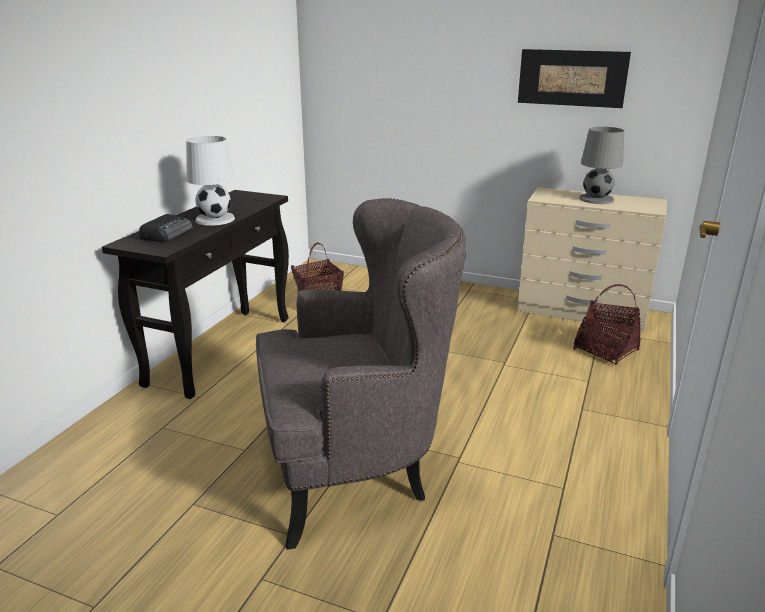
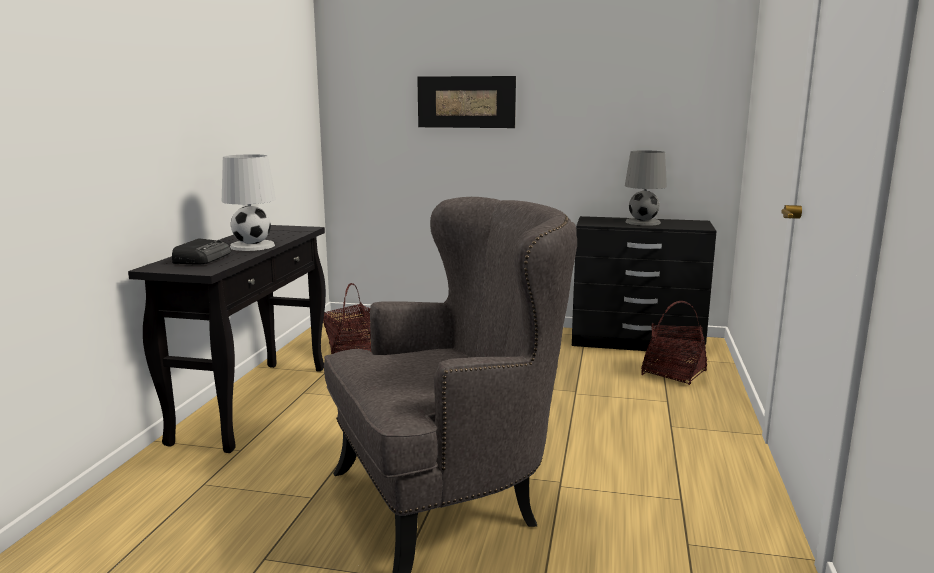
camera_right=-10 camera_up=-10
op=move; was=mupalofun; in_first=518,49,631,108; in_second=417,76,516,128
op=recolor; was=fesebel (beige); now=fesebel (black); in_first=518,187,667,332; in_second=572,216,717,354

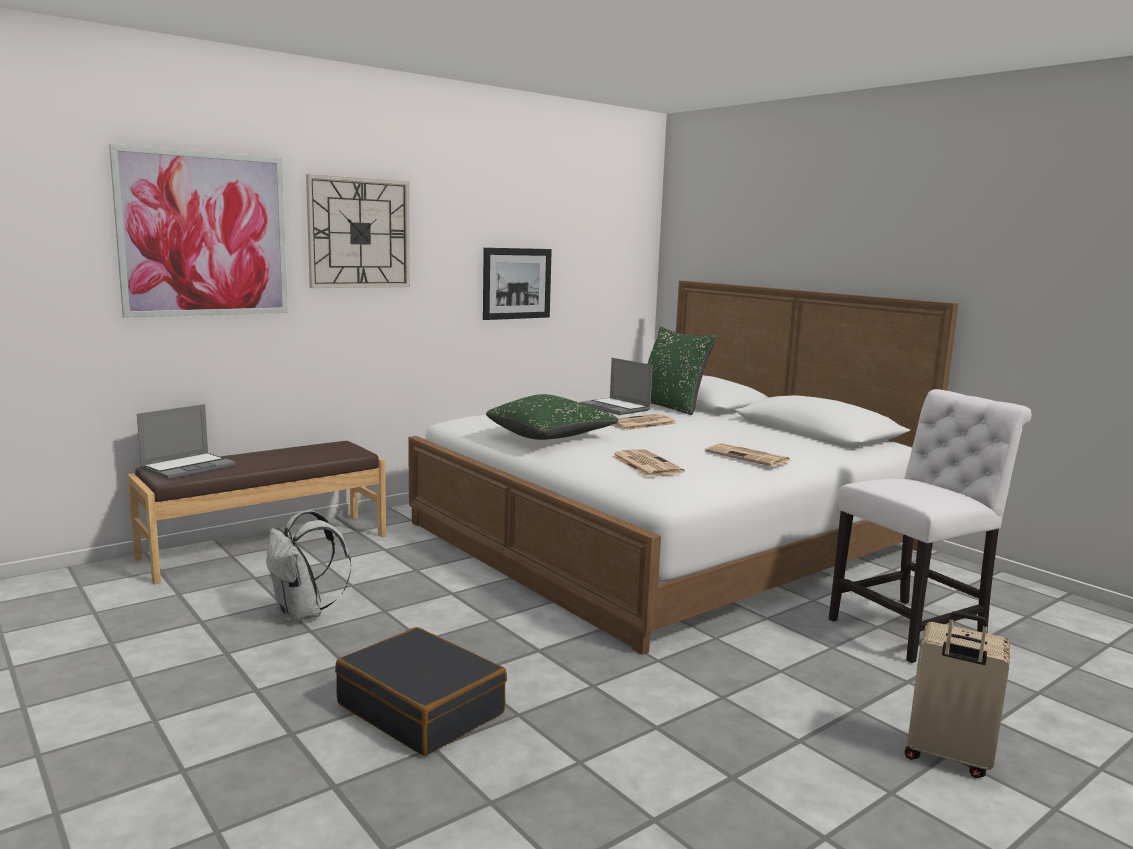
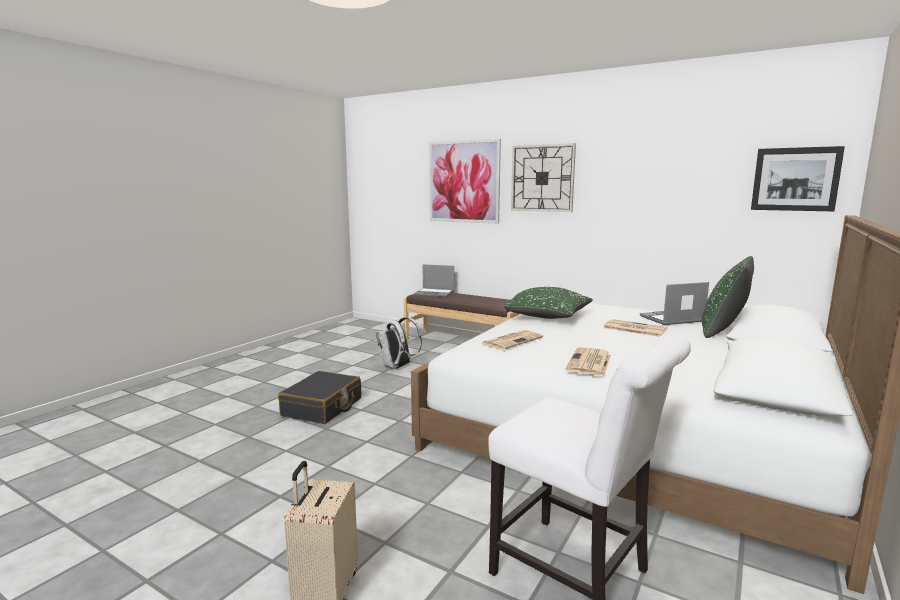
camera_right=70 camera_up=0
op=move; was=mupalofun; in_first=483,248,552,320; in_second=751,146,845,211
op=rotate; was=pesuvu; in_first=580,358,653,415; in_second=640,282,709,325; clockwise=45

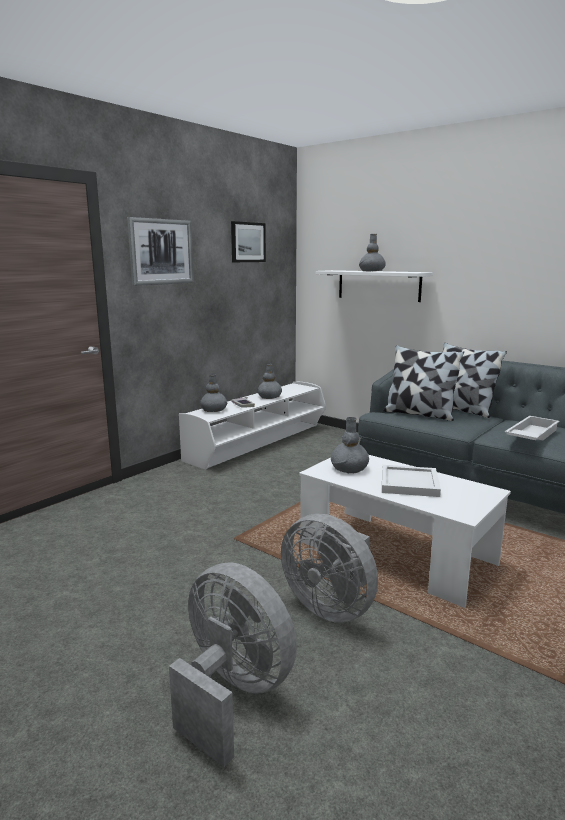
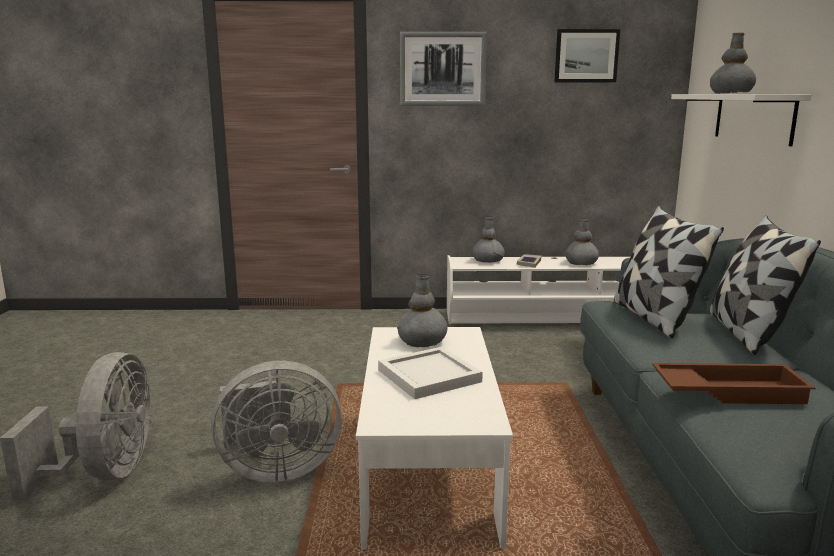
camera_right=50 camera_up=0
op=rotate; was=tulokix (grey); in_first=281,514,378,623; in_second=211,361,342,483; clockwise=-105
op=recolor; was=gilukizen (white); now=gilukizen (brown); in_first=505,416,560,440; in_second=652,363,816,404

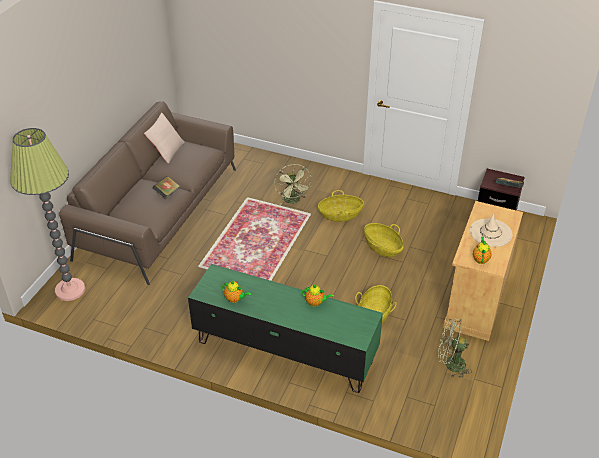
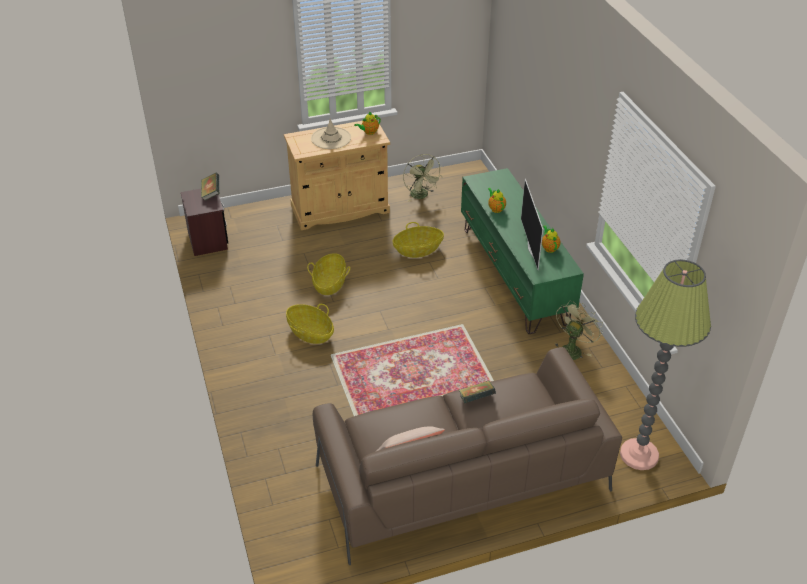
camera_right=-130 camera_up=0
op=move; was=tulokix (green); in_first=274,164,312,205; in_second=555,300,603,360
op=insert; now=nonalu; in_second=521,179,543,270

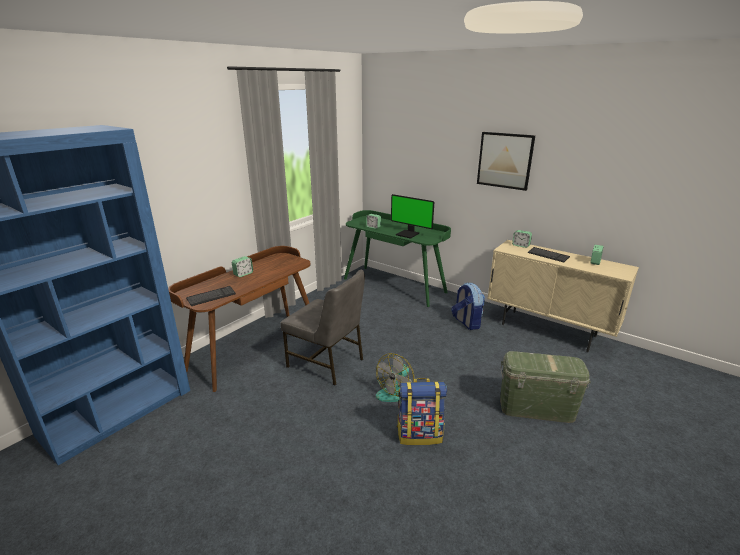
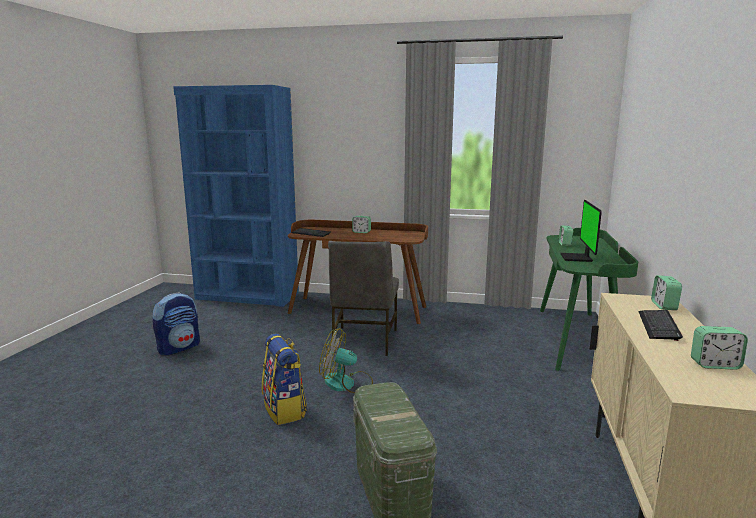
camera_right=65 camera_up=-10
op=move; was=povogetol; in_first=451,282,485,330; in_second=152,292,200,355
op=delete; was=mupalofun; in_first=477,132,535,191

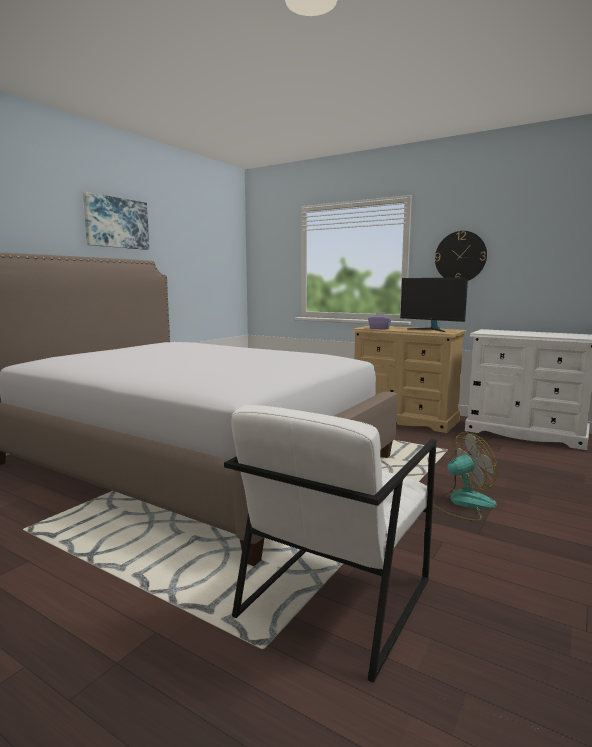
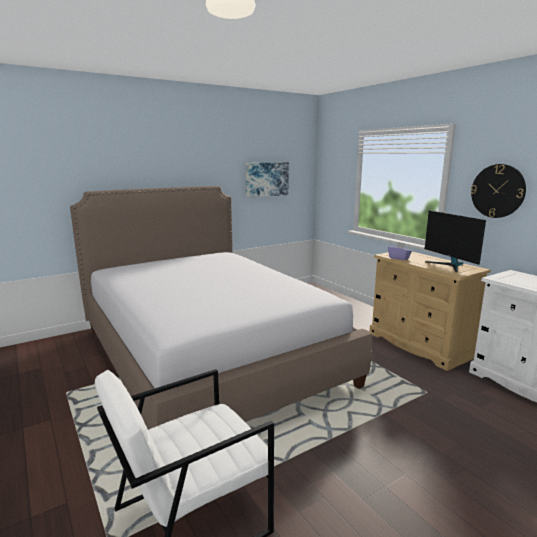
camera_right=25 camera_up=5
op=move; was=mupalofun; in_first=83,192,149,250; in_second=245,163,289,197
op=delete; was=tulokix; in_first=433,432,498,521

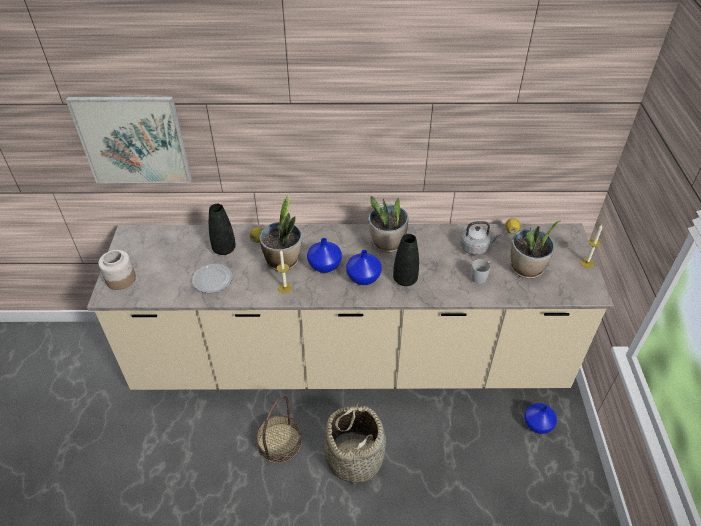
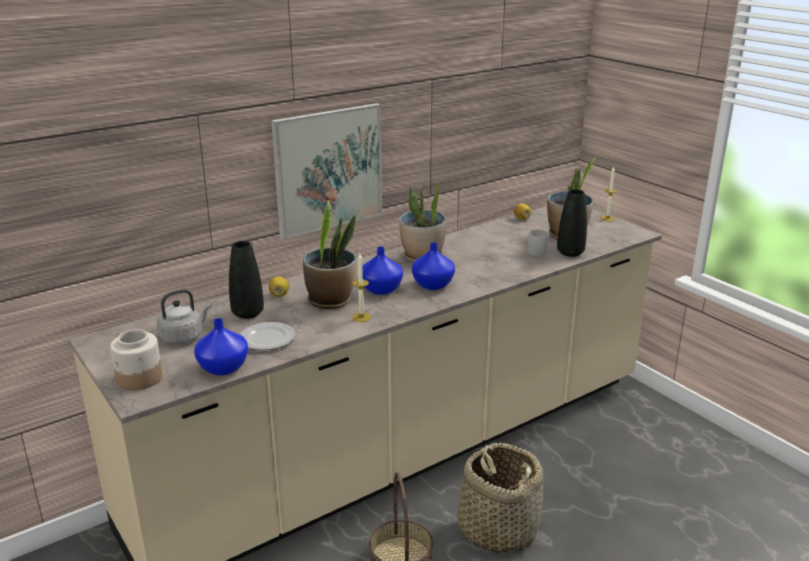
camera_right=-35 camera_up=-20
op=move; was=mupalofun; in_first=66,96,192,183; in_second=271,103,382,239
op=move; was=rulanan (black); in_first=393,234,419,286; in_second=557,189,587,257
op=move; was=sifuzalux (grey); in_first=460,221,501,255; in_second=156,289,211,344
op=move; was=rulanan (blue); in_first=524,403,557,434; in_second=194,318,248,376

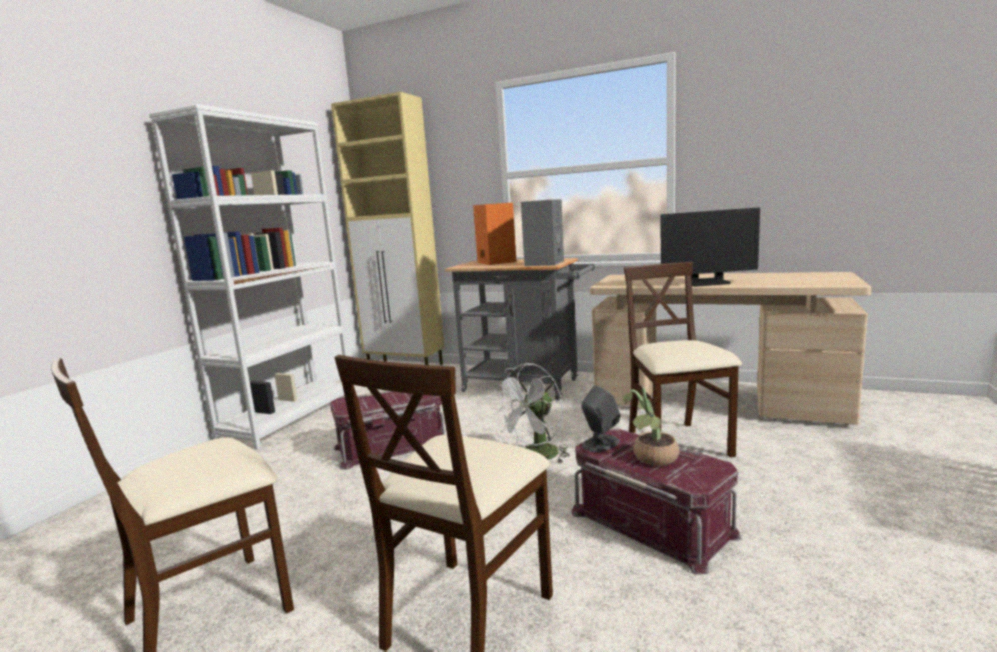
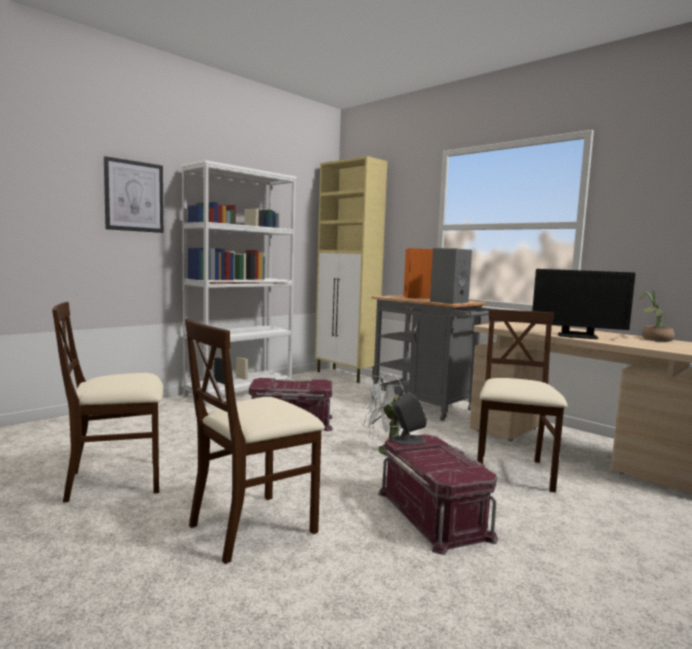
camera_right=20 camera_up=-5
op=move; was=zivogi; in_first=623,388,679,466; in_second=639,290,675,342
op=insert; now=mupalofun; in_second=104,156,164,233

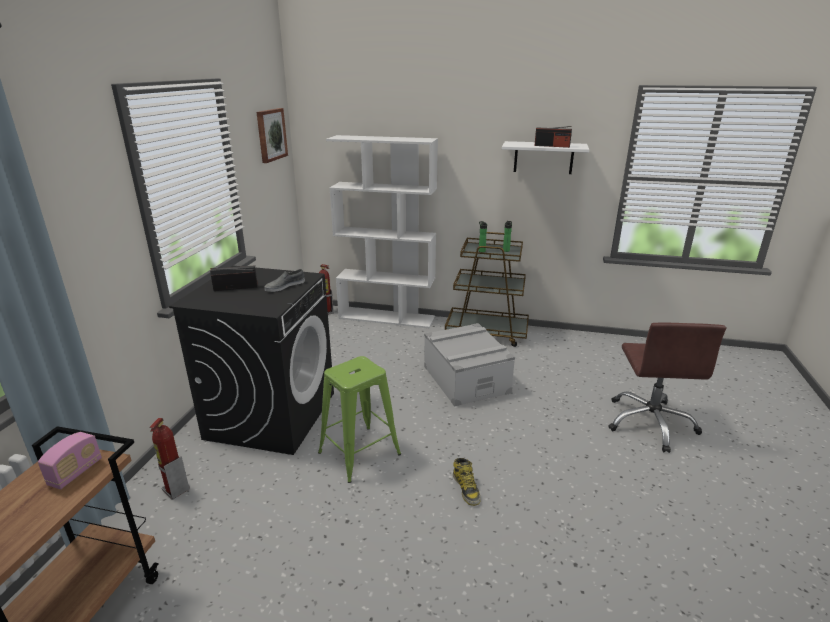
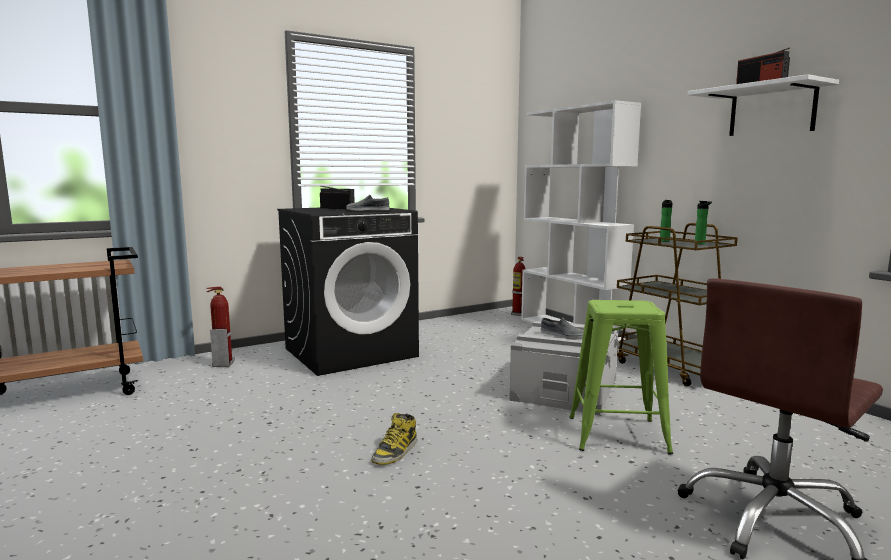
camera_right=45 camera_up=-15
op=delete; was=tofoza; in_first=38,432,102,489
op=delete; was=mupalofun; in_first=257,108,288,163
op=move; was=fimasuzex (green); in_first=318,356,401,483; in_second=569,300,673,454
op=insert; now=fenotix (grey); in_second=541,318,584,340

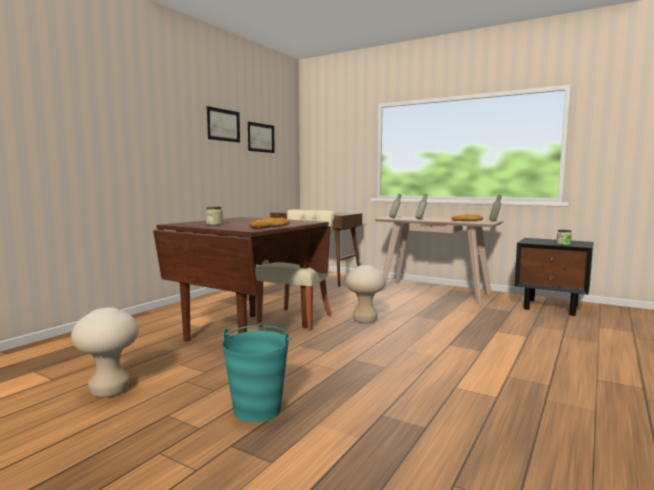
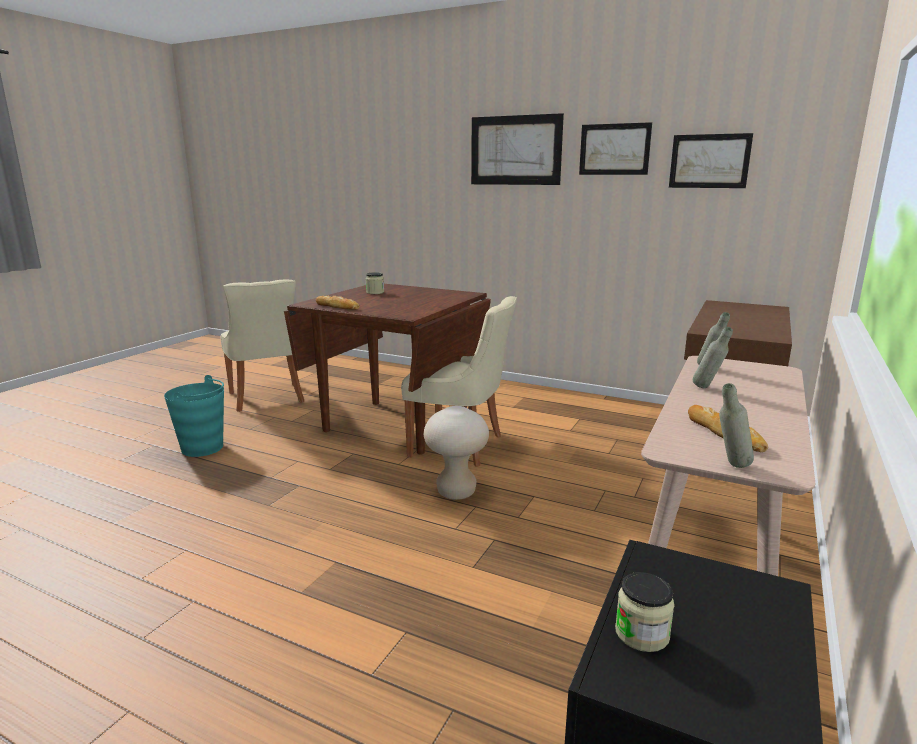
camera_right=85 camera_up=10
op=replace; was=fimasuzex (beige); now=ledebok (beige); in_first=71,307,139,398; in_second=220,279,304,412
op=insert; now=mupalofun; in_second=471,113,564,185

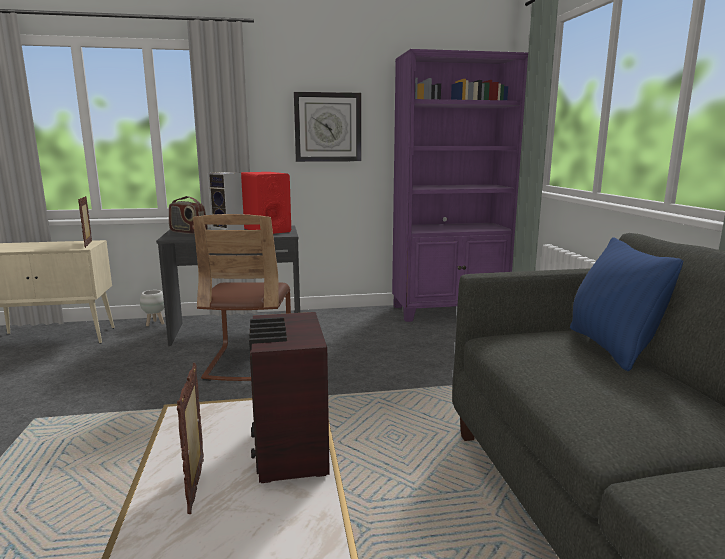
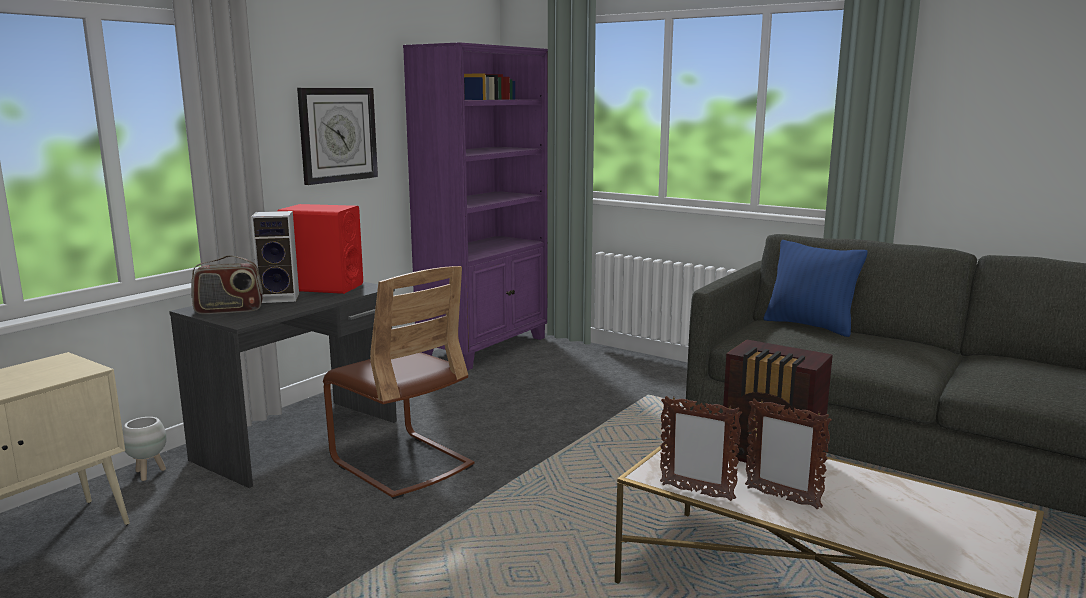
camera_right=-45 camera_up=0
op=move; was=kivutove; in_first=78,196,92,248; in_second=660,396,742,501

